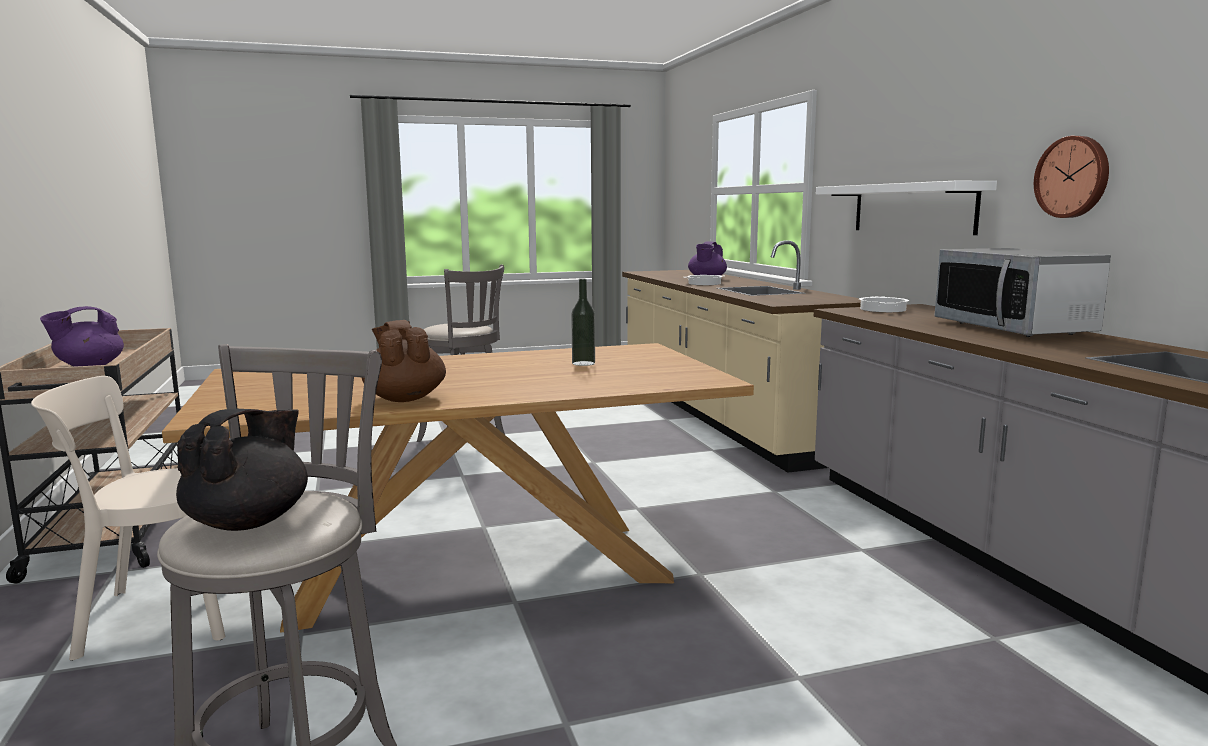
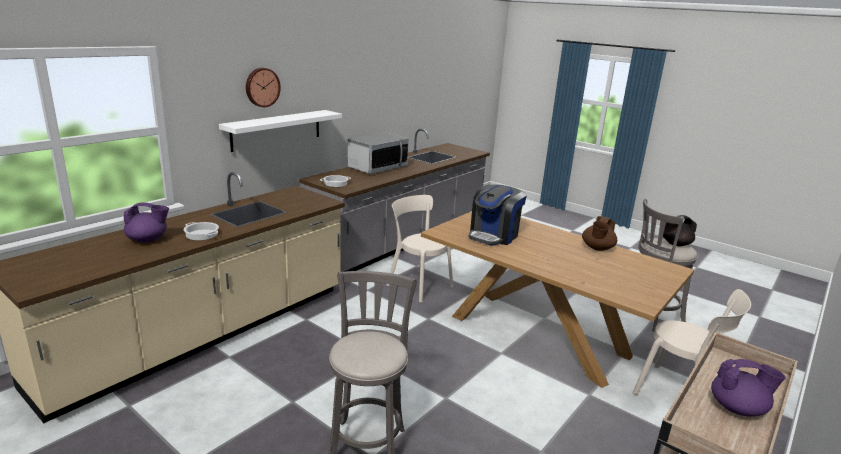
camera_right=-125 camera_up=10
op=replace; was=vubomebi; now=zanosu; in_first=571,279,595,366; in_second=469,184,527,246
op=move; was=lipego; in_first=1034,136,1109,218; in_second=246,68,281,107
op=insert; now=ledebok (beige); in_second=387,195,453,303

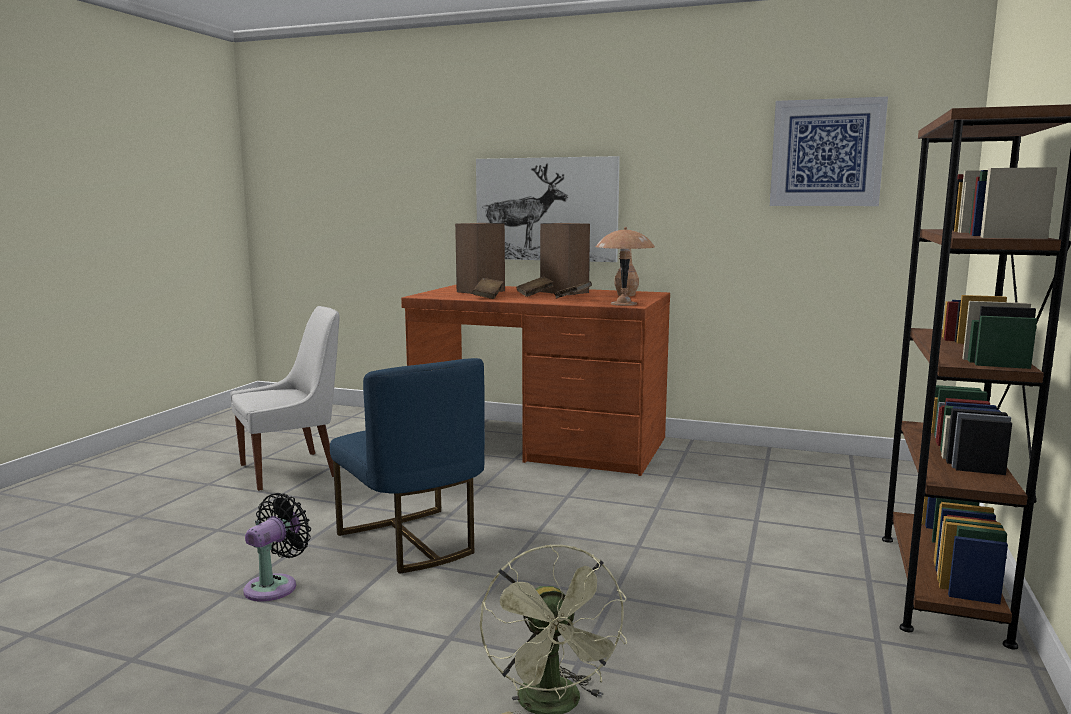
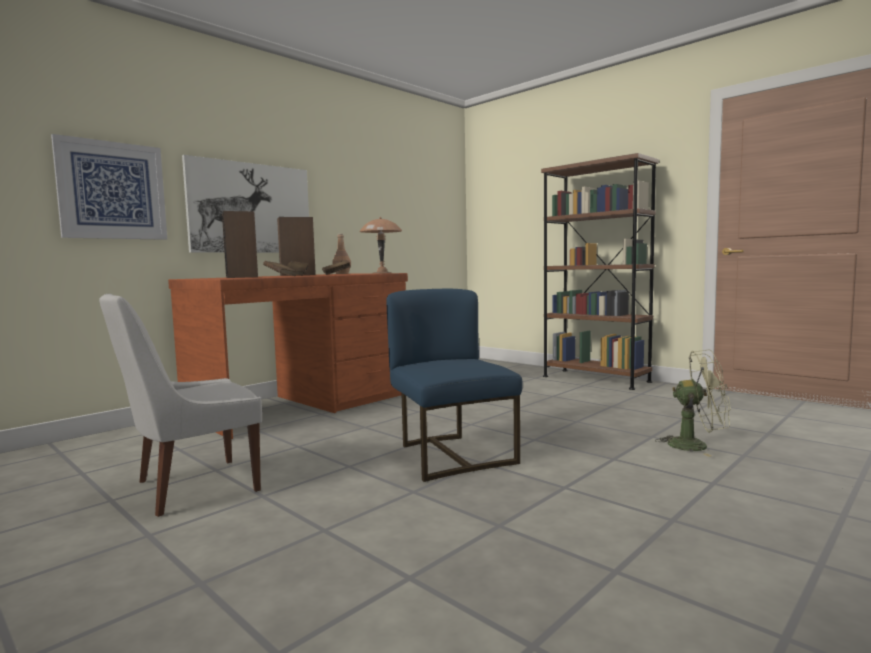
camera_right=-65 camera_up=-5
op=rotate; was=ledebok (white); in_first=230,306,340,491; in_second=99,294,262,517; clockwise=-120
op=delete; was=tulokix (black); in_first=244,493,311,601
op=rotate; was=ledebok (blue); in_first=330,358,485,574; in_second=386,289,523,482; clockwise=-105
op=move; was=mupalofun; in_first=770,96,888,206; in_second=51,134,167,240

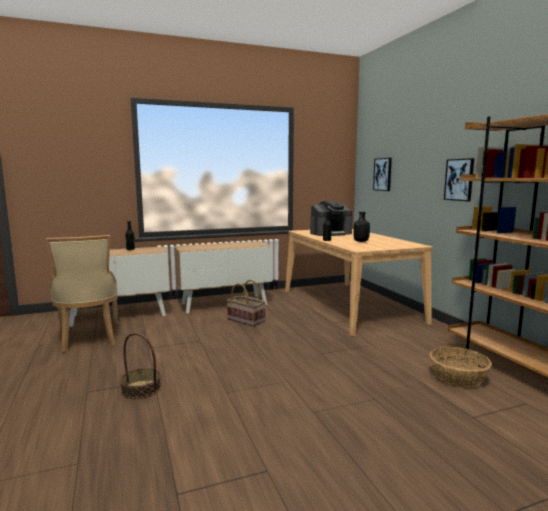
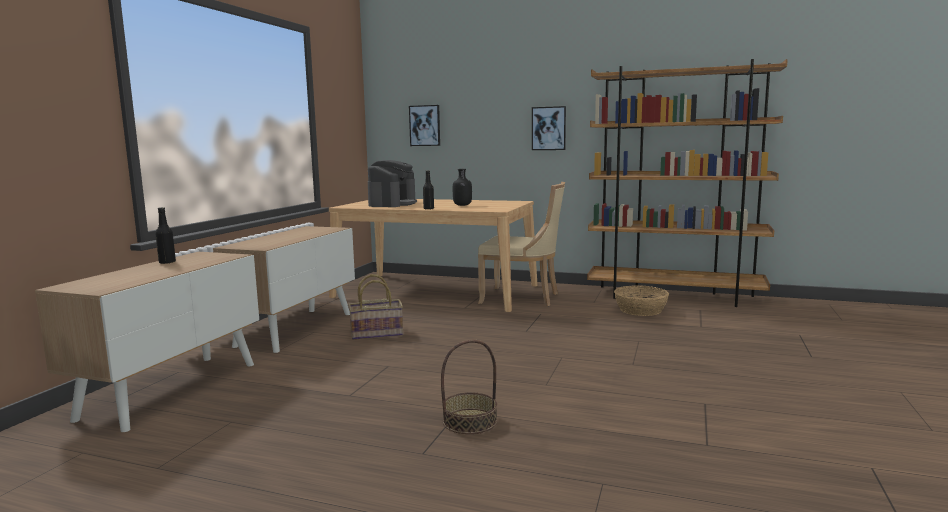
camera_right=-50 camera_up=0
op=move; was=ledebok (beige); in_first=46,235,119,352; in_second=478,181,565,306

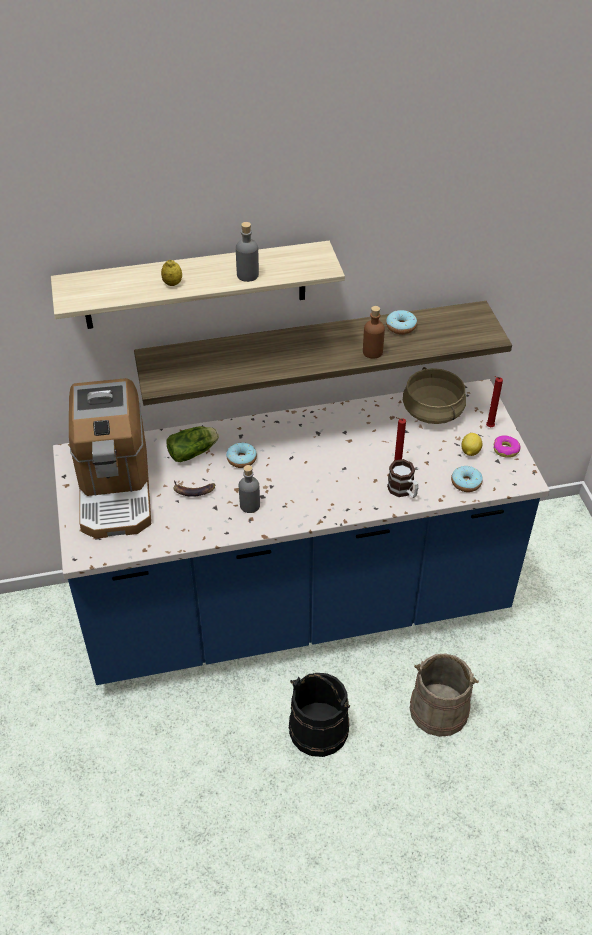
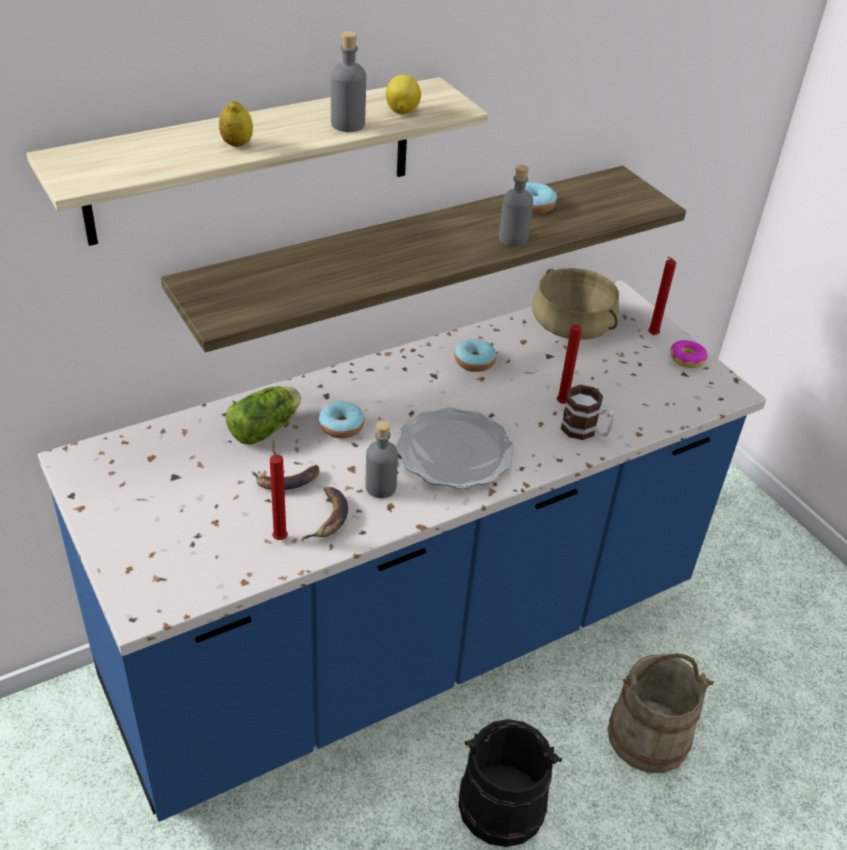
camera_right=-20 camera_up=-5
op=delete; was=zanosu; in_first=69,378,151,539
op=recolor; was=vubomebi (brown); now=vubomebi (grey); in_first=363,306,385,359; in_second=499,165,533,247
op=move; was=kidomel; in_first=451,466,483,492; in_second=455,339,496,372
op=move; was=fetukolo; in_first=461,433,482,456; in_second=386,75,421,114
op=insert; now=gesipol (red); in_second=270,440,288,540
op=insert; now=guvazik; in_second=302,487,348,539
op=insert; now=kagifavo; in_second=396,407,515,489

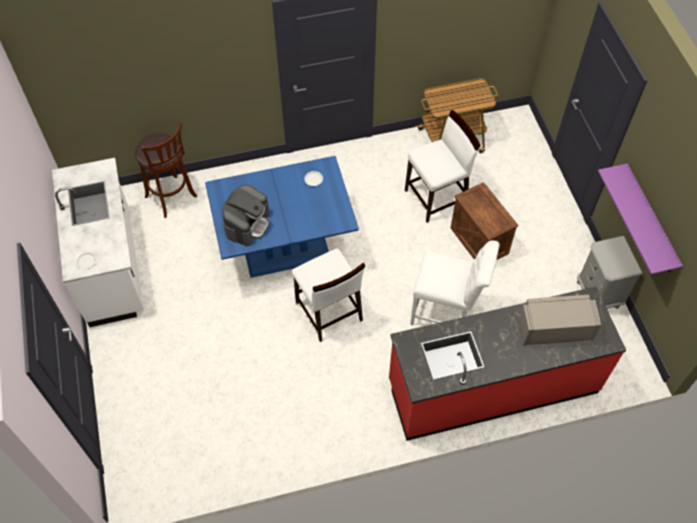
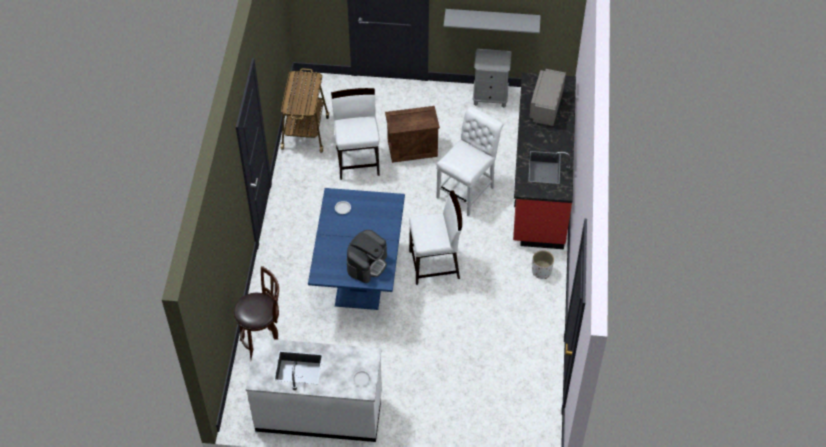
camera_right=-70 camera_up=-5
op=rotate; was=zanosu; in_first=222,185,270,246; in_second=347,230,387,283; clockwise=75
op=recolor; was=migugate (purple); now=migugate (grey); in_first=598,163,683,275; in_second=444,9,541,33
op=insert; now=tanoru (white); in_second=532,250,554,279

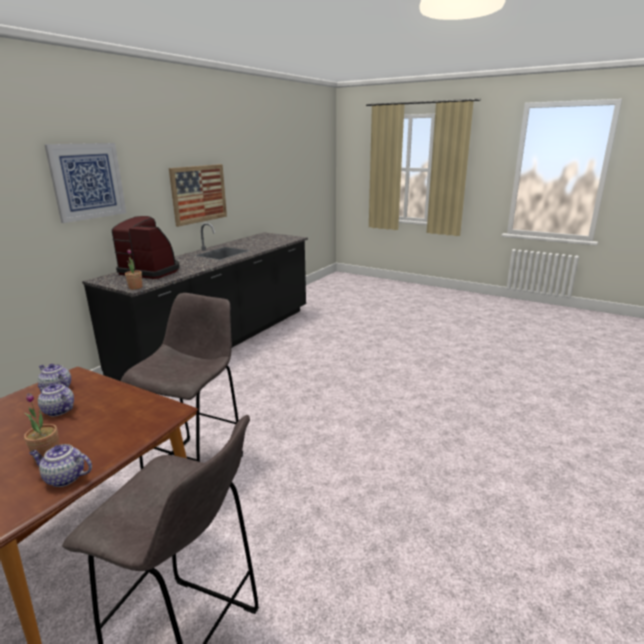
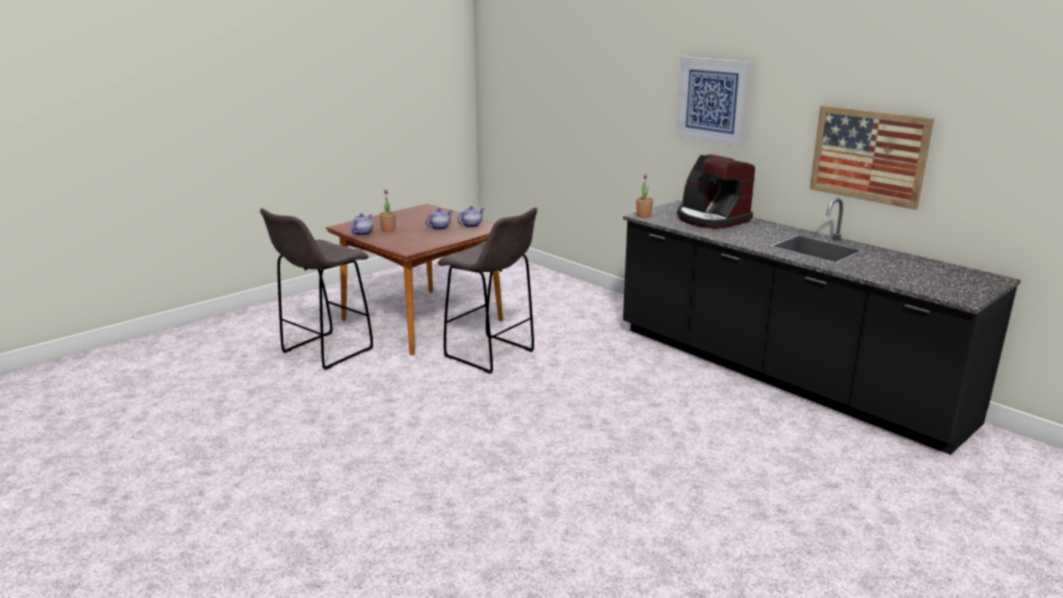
camera_right=105 camera_up=0
op=rotate; was=zanosu; in_first=112,216,179,279; in_second=677,154,755,229; clockwise=105

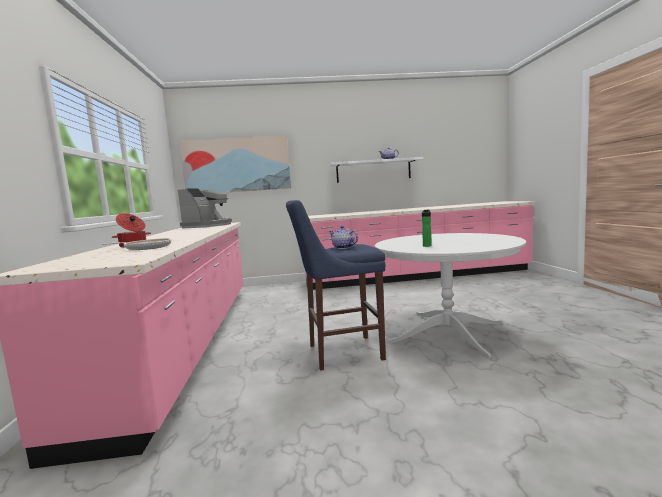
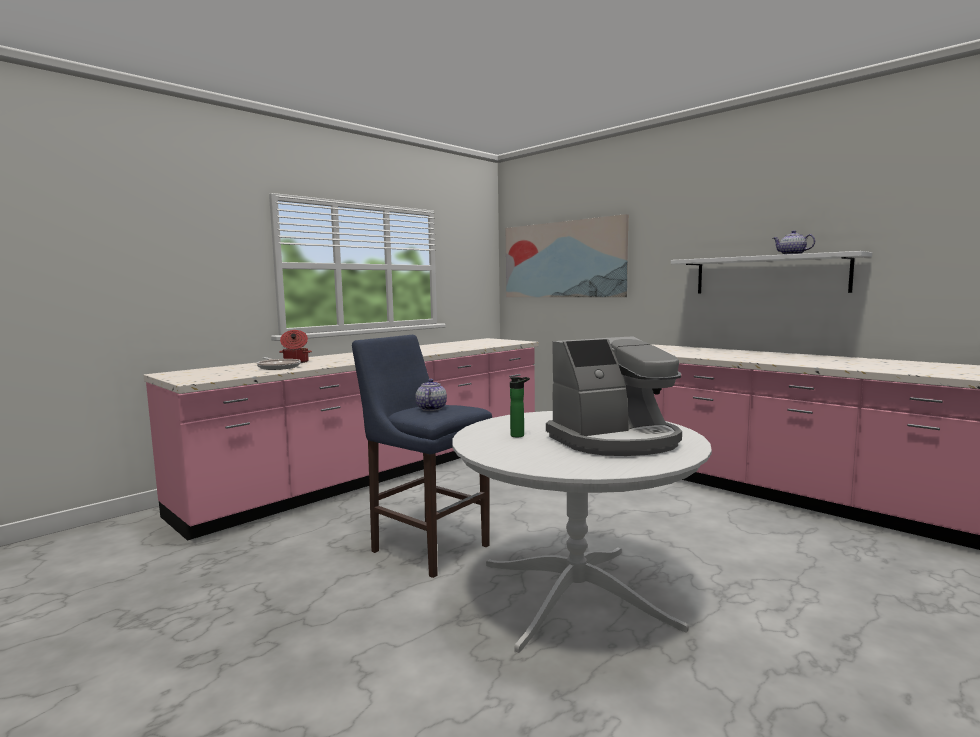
camera_right=50 camera_up=0
op=move; was=zanosu; in_first=178,189,232,228; in_second=546,336,682,456

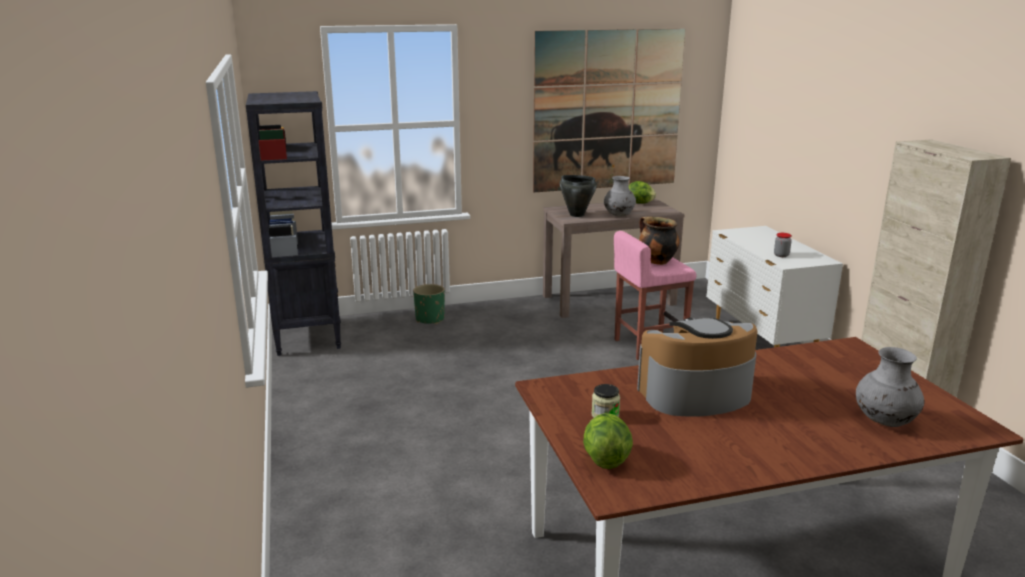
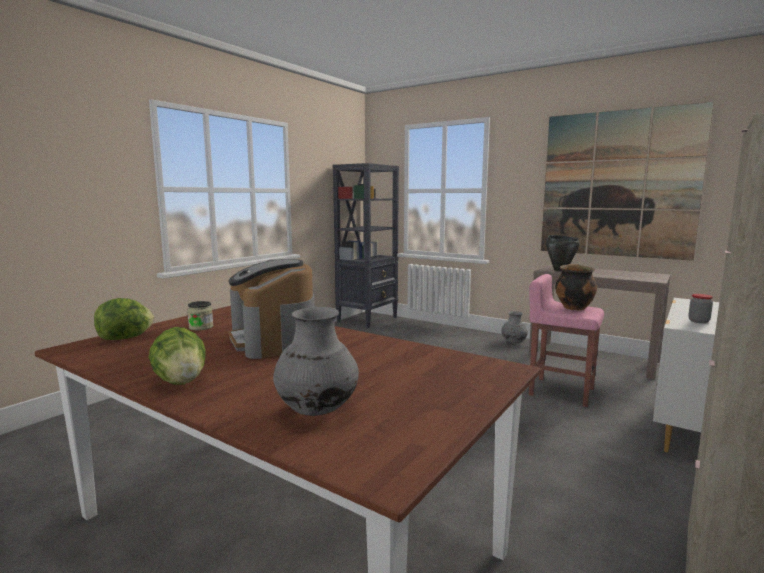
camera_right=50 camera_up=-10
op=delete; was=tanoru (green); in_first=413,284,445,324
op=move; was=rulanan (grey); in_first=604,176,636,216; in_second=501,311,528,344
op=move; was=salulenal; in_first=628,181,656,204; in_second=148,327,206,385
op=rotate; was=zanosu; in_first=637,318,758,417; in_second=228,259,315,359; clockwise=-150

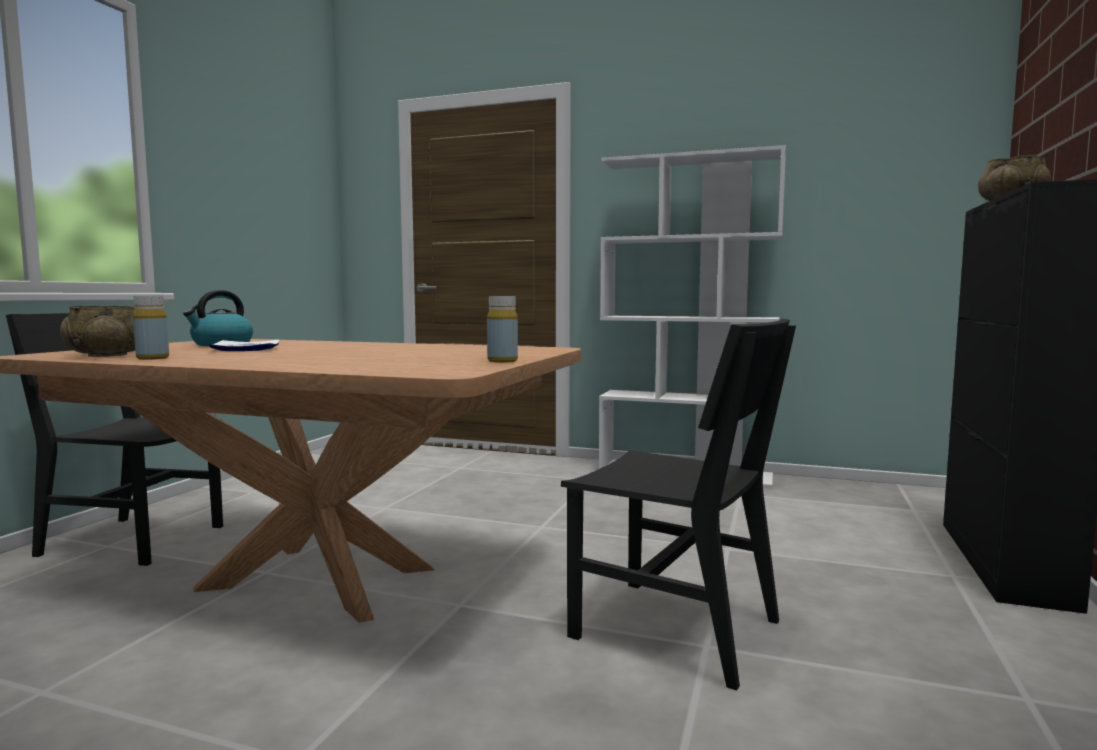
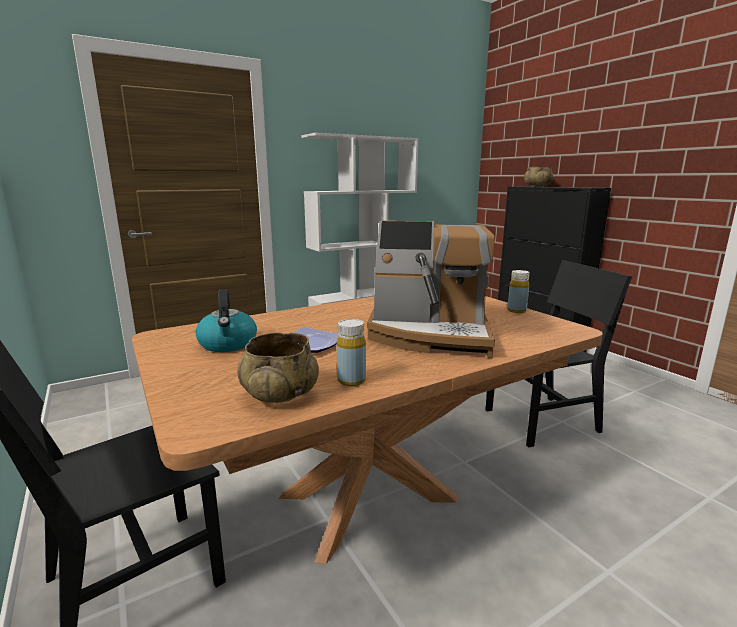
camera_right=-50 camera_up=10
op=insert; now=zanosu; in_second=367,220,495,358

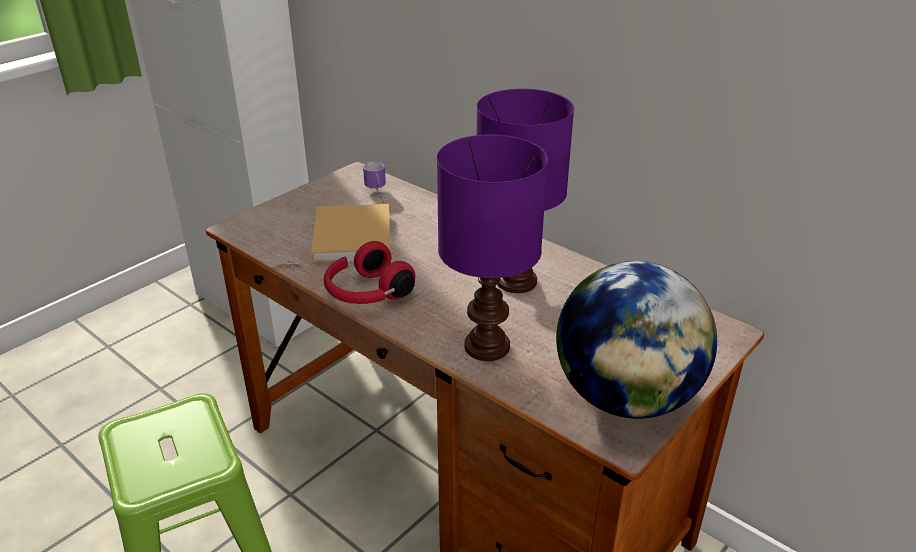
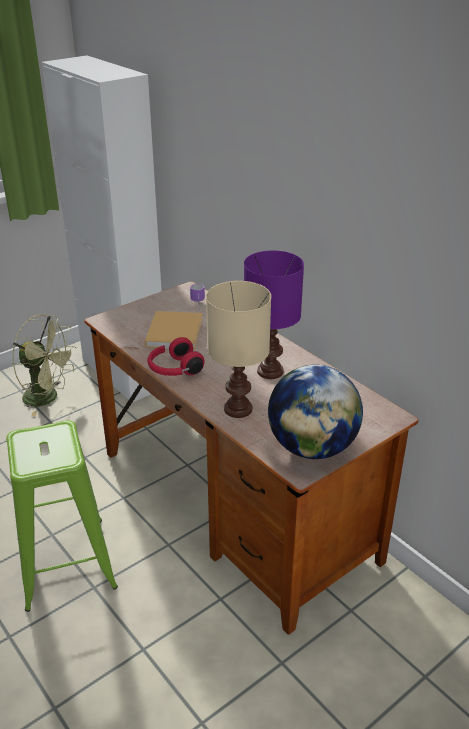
camera_right=10 camera_up=0
op=recolor; was=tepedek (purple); now=tepedek (beige); in_first=437,134,548,361; in_second=206,281,271,418
op=insert; now=tulokix (green); in_second=13,315,77,416

